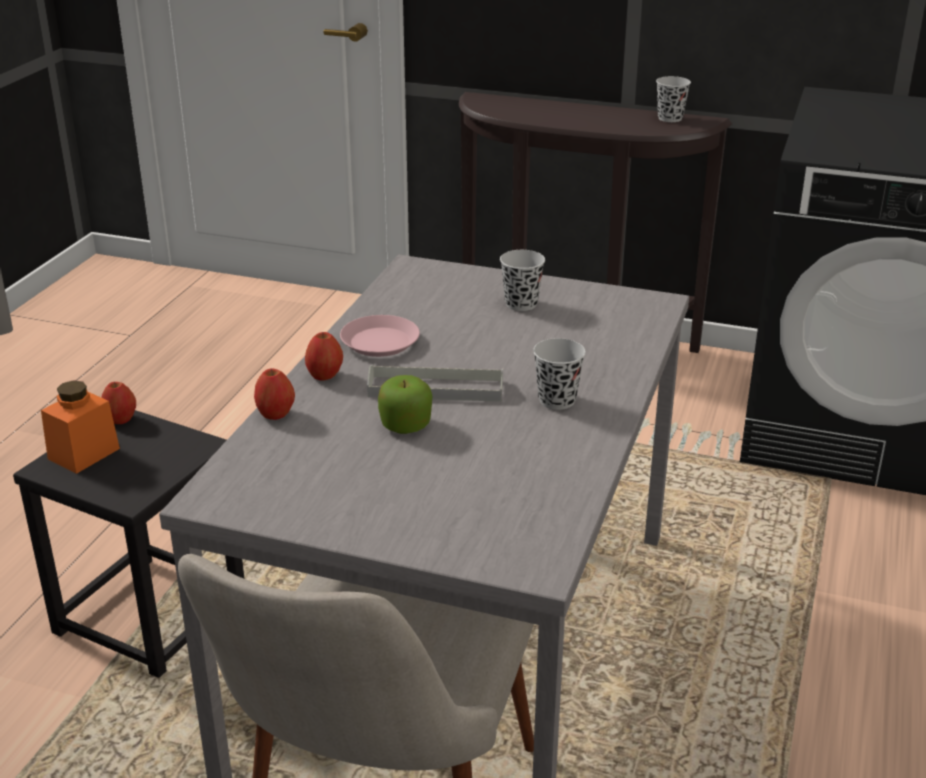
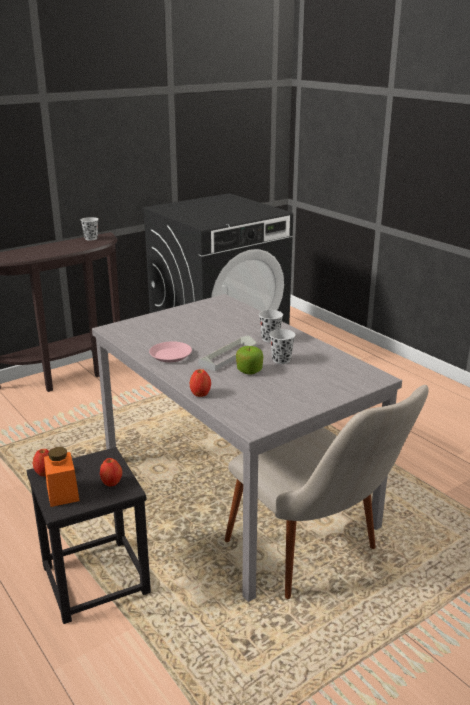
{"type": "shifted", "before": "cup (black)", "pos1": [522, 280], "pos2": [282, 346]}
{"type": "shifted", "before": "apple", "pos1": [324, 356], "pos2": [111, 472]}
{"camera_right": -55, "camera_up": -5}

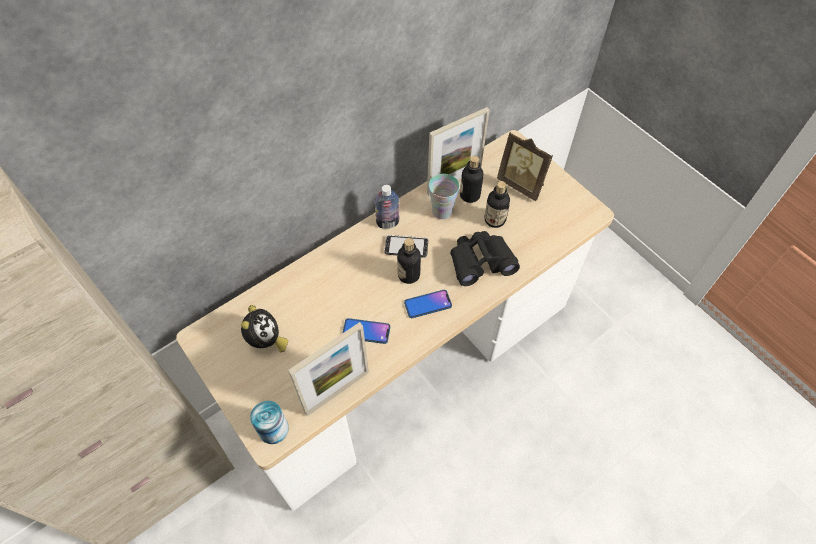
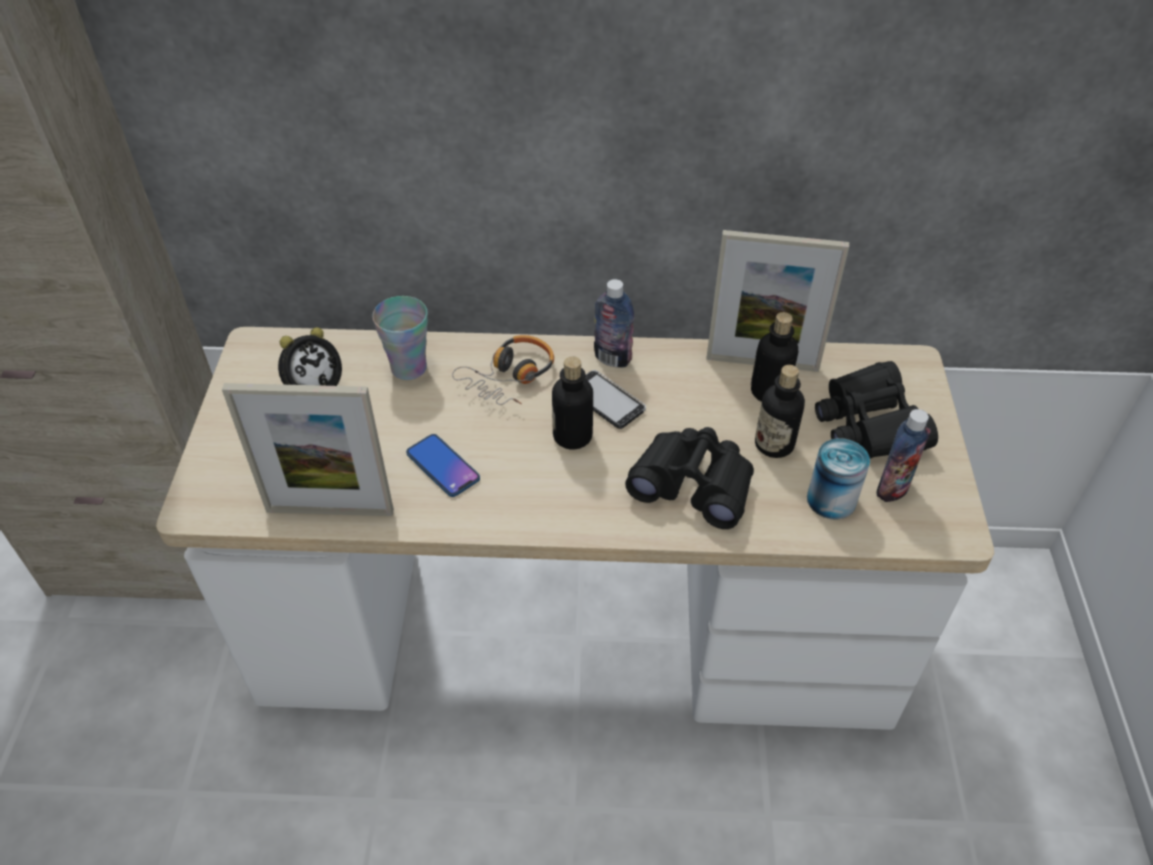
{"type": "swapped", "before": "picture frame", "after": "binoculars (black)", "pos1": [525, 166], "pos2": [876, 410]}
{"type": "shifted", "before": "cup", "pos1": [444, 196], "pos2": [400, 338]}
{"type": "gone", "before": "phone", "pos1": [428, 304]}
{"type": "shifted", "before": "can", "pos1": [269, 422], "pos2": [838, 479]}
{"type": "new", "after": "headphones", "pos2": [503, 370]}
{"type": "new", "after": "bottle", "pos2": [903, 455]}
{"camera_right": 40, "camera_up": -10}

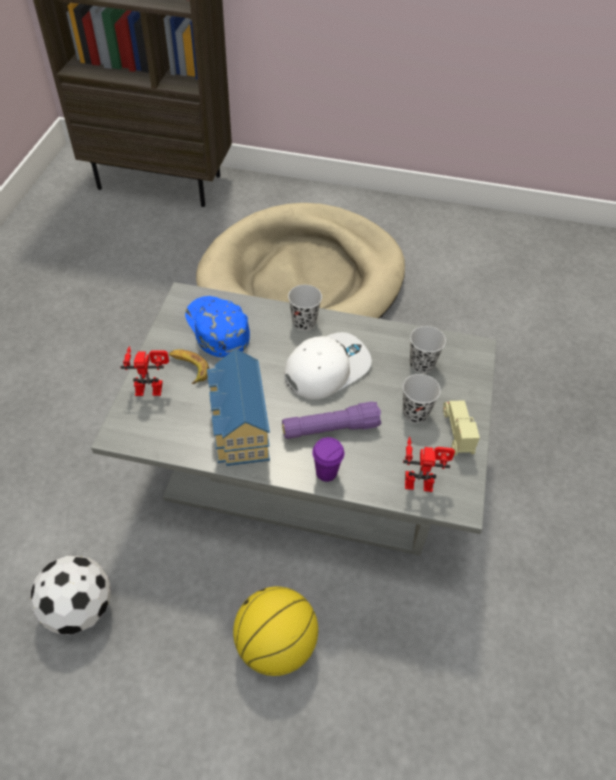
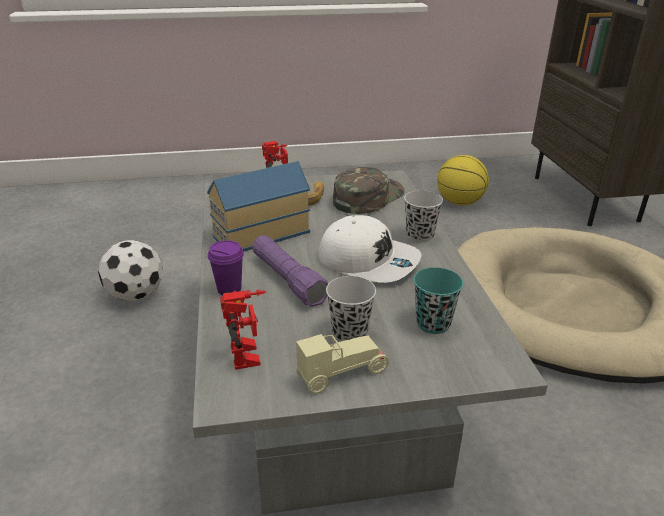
{"type": "repainted", "before": "cap (blue)", "after": "cap (green)", "pos1": [217, 327], "pos2": [369, 190]}
{"type": "repainted", "before": "cup (black)", "after": "cup (turquoise)", "pos1": [428, 349], "pos2": [438, 300]}
{"type": "shifted", "before": "basketball", "pos1": [275, 631], "pos2": [463, 180]}
{"camera_right": 70, "camera_up": -20}

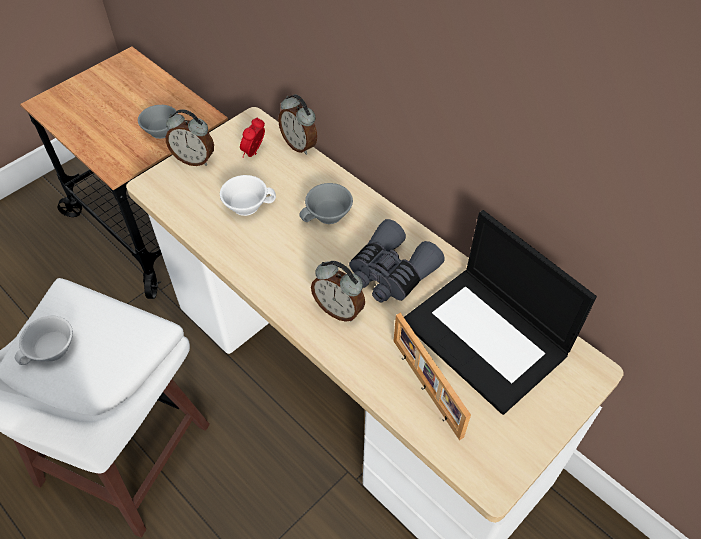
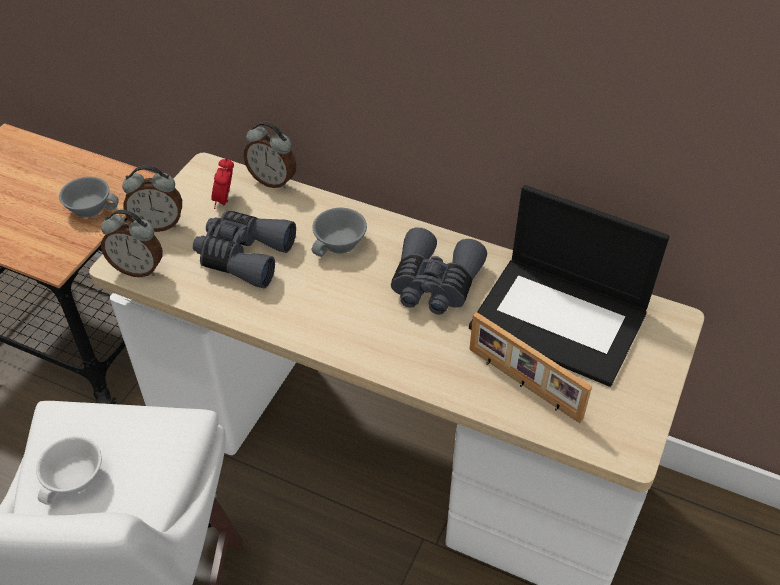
{"type": "swapped", "before": "cup (white)", "after": "binoculars (grey)", "pos1": [248, 195], "pos2": [244, 250]}
{"type": "shifted", "before": "alarm clock", "pos1": [338, 291], "pos2": [132, 243]}
{"camera_right": -20, "camera_up": -5}

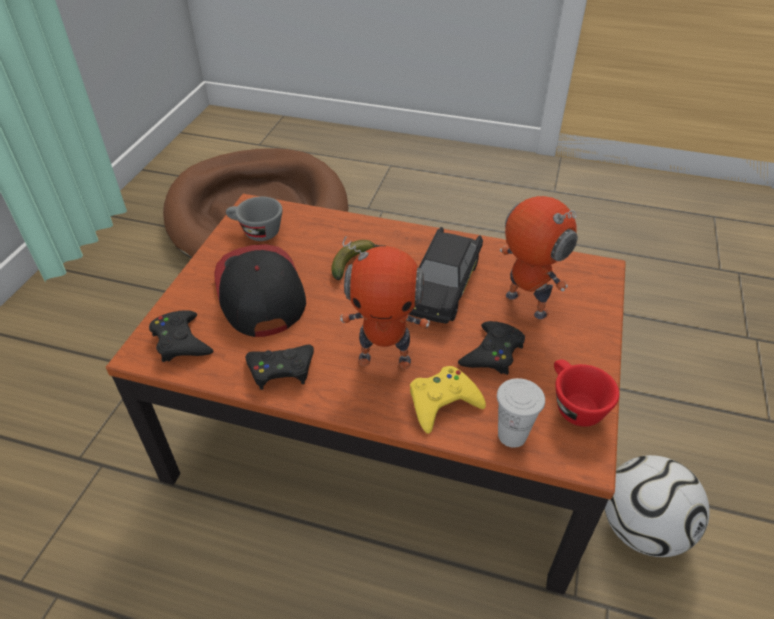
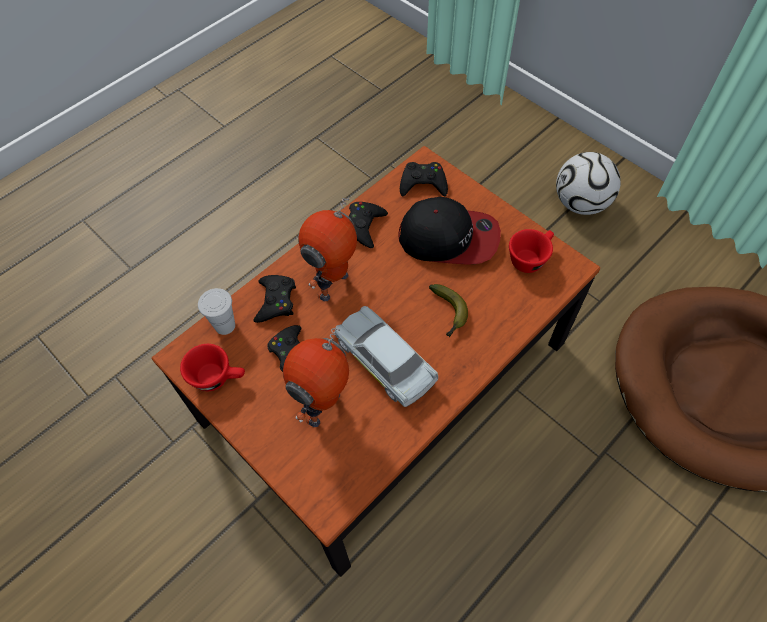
{"type": "rotated", "before": "toy robot", "pos1": [539, 257], "pos2": [316, 377], "turn": 135}
{"type": "repainted", "before": "cup (grey)", "after": "cup (red)", "pos1": [254, 219], "pos2": [531, 251]}
{"type": "repainted", "before": "toy car (black)", "after": "toy car (white)", "pos1": [446, 275], "pos2": [386, 356]}
{"type": "repainted", "before": "game controller (yellow)", "after": "game controller (black)", "pos1": [448, 400], "pos2": [275, 299]}
{"type": "shifted", "before": "football", "pos1": [656, 506], "pos2": [588, 183]}
{"camera_right": 120, "camera_up": 15}

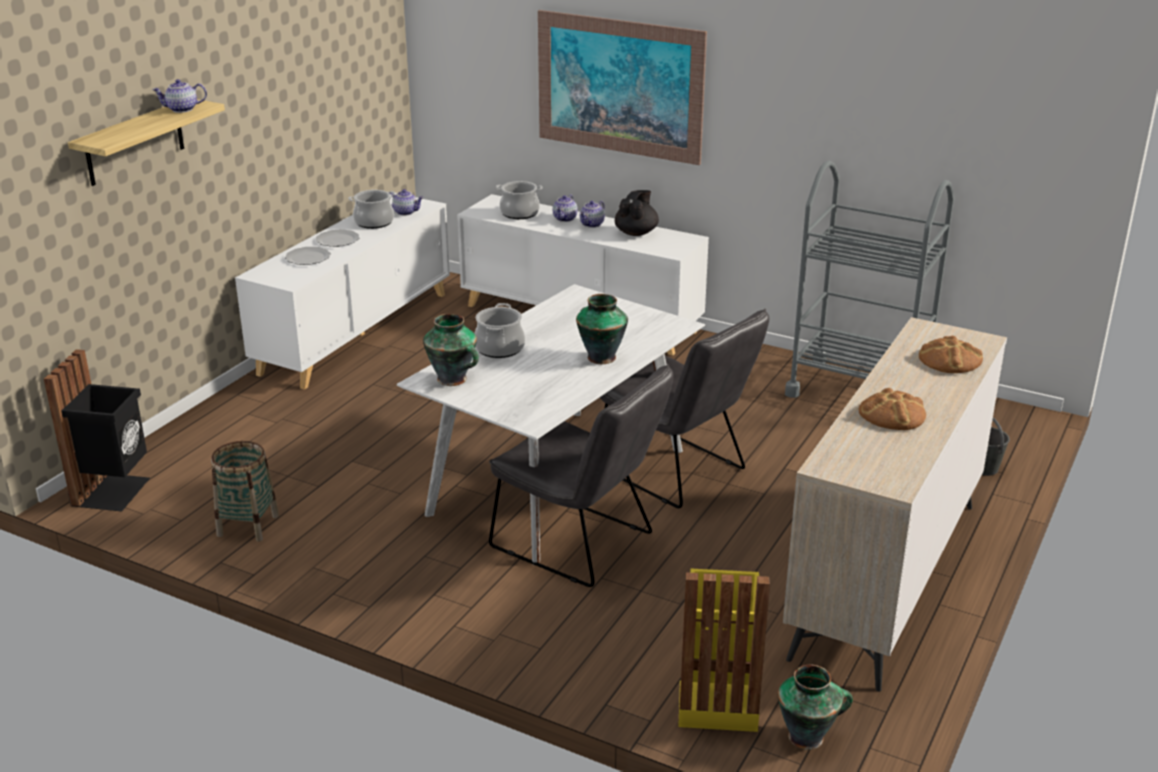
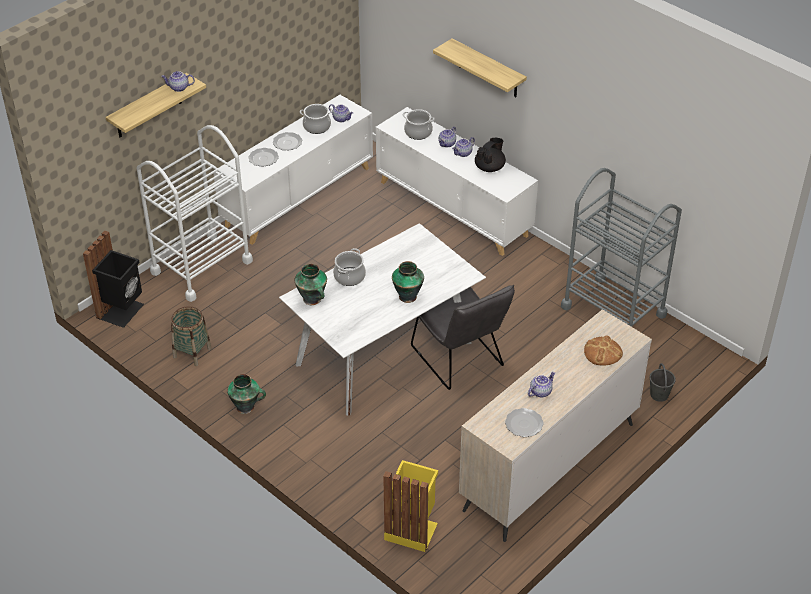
{"type": "swapped", "before": "picture", "after": "shelf", "pos1": [622, 87], "pos2": [480, 67]}
{"type": "gone", "before": "chair (grey)", "pos1": [581, 475]}
{"type": "swapped", "before": "bread", "after": "teapot", "pos1": [892, 409], "pos2": [541, 385]}
{"type": "shifted", "before": "vase", "pos1": [815, 707], "pos2": [246, 394]}
{"type": "new", "after": "cart (white)", "pos2": [194, 213]}
{"type": "new", "after": "plate", "pos2": [524, 422]}
{"camera_right": 15, "camera_up": 15}

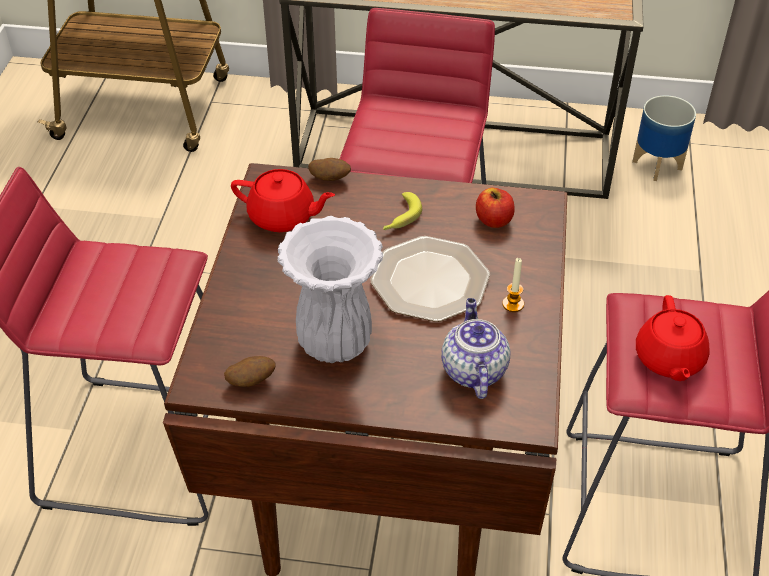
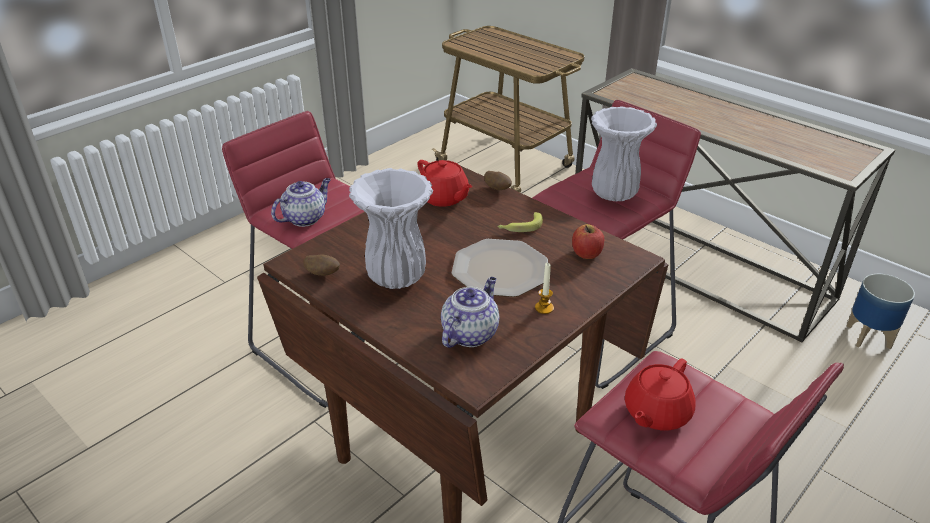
{"type": "new", "after": "vase (white)", "pos2": [624, 153]}
{"type": "new", "after": "teapot", "pos2": [301, 202]}
{"camera_right": 35, "camera_up": -10}

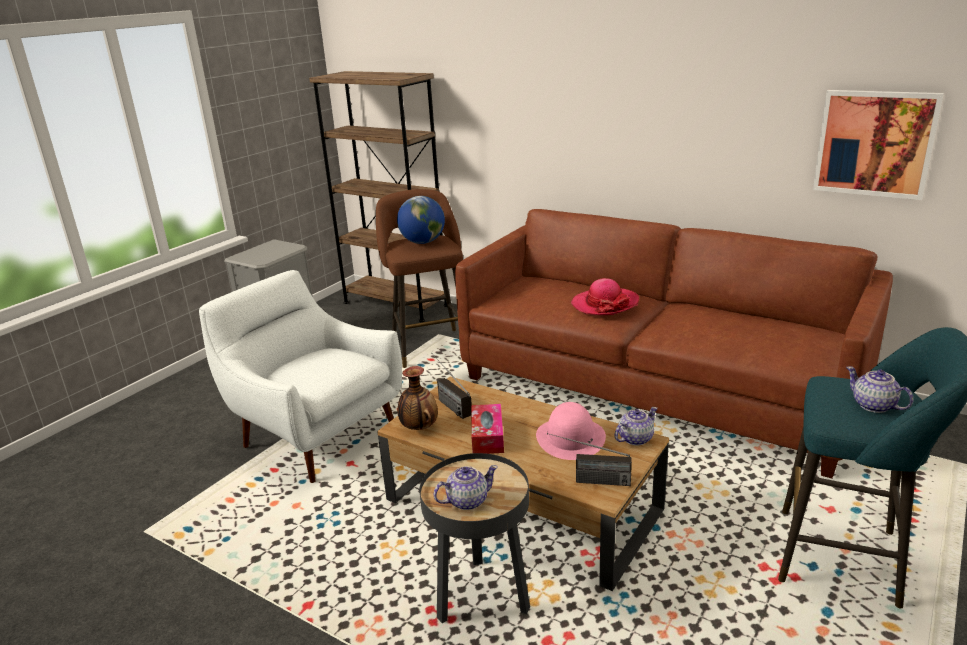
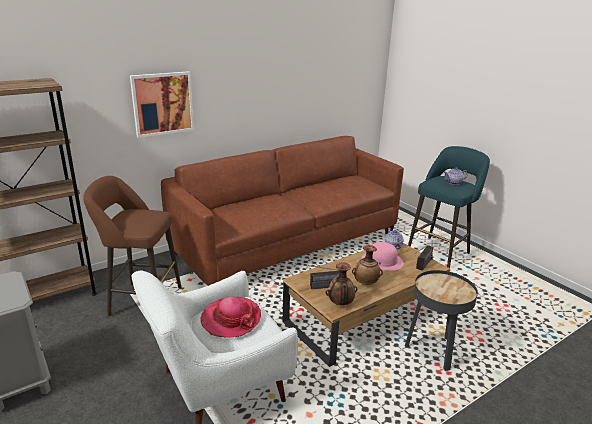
{"type": "shifted", "before": "picture", "pos1": [878, 145], "pos2": [162, 104]}
{"type": "gone", "before": "globe", "pos1": [421, 220]}
{"type": "shifted", "before": "hat", "pos1": [605, 296], "pos2": [230, 317]}
{"type": "swapped", "before": "tissue box", "after": "vase", "pos1": [487, 429], "pos2": [367, 265]}
{"type": "gone", "before": "teapot", "pos1": [466, 487]}
{"camera_right": -70, "camera_up": 0}

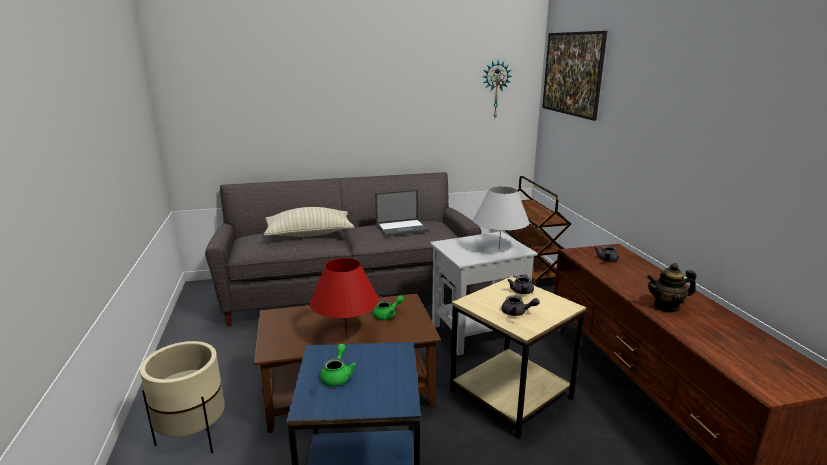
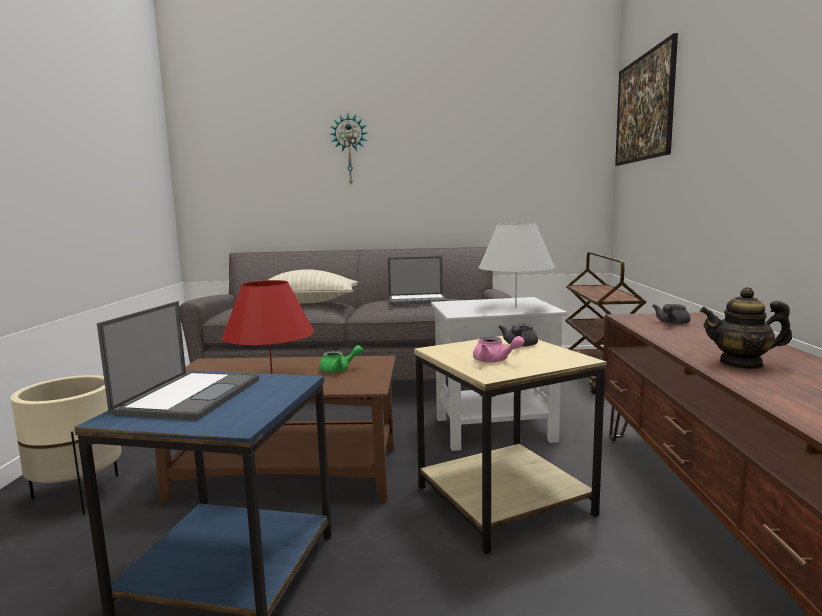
{"type": "shifted", "before": "wall clock", "pos1": [497, 88], "pos2": [348, 149]}
{"type": "repainted", "before": "teapot (grey)", "after": "teapot (pink)", "pos1": [520, 305], "pos2": [498, 349]}
{"type": "swapped", "before": "teapot (green)", "after": "laptop", "pos1": [338, 365], "pos2": [178, 361]}
{"camera_right": 15, "camera_up": -10}

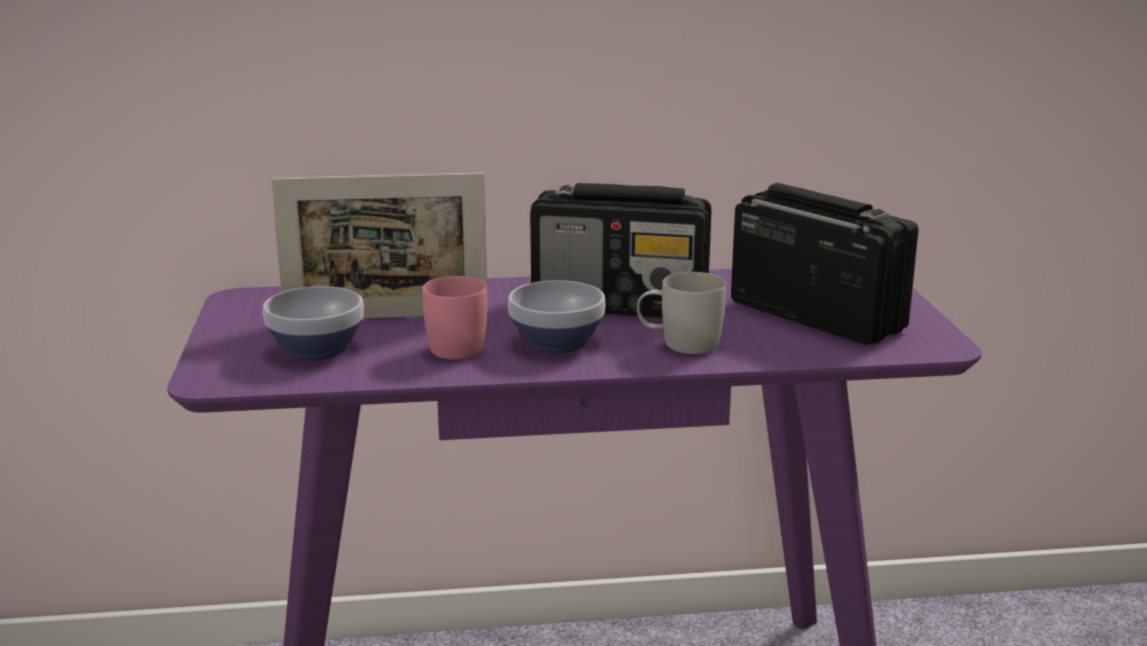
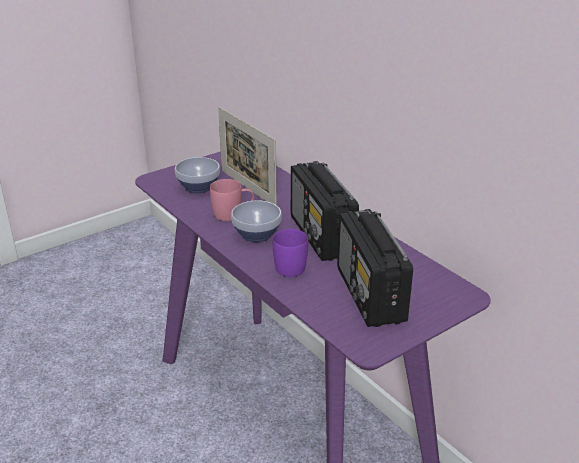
{"type": "rotated", "before": "radio", "pos1": [824, 264], "pos2": [375, 268], "turn": 150}
{"type": "repainted", "before": "mug (white)", "after": "mug (purple)", "pos1": [681, 313], "pos2": [290, 253]}
{"camera_right": 60, "camera_up": 10}

